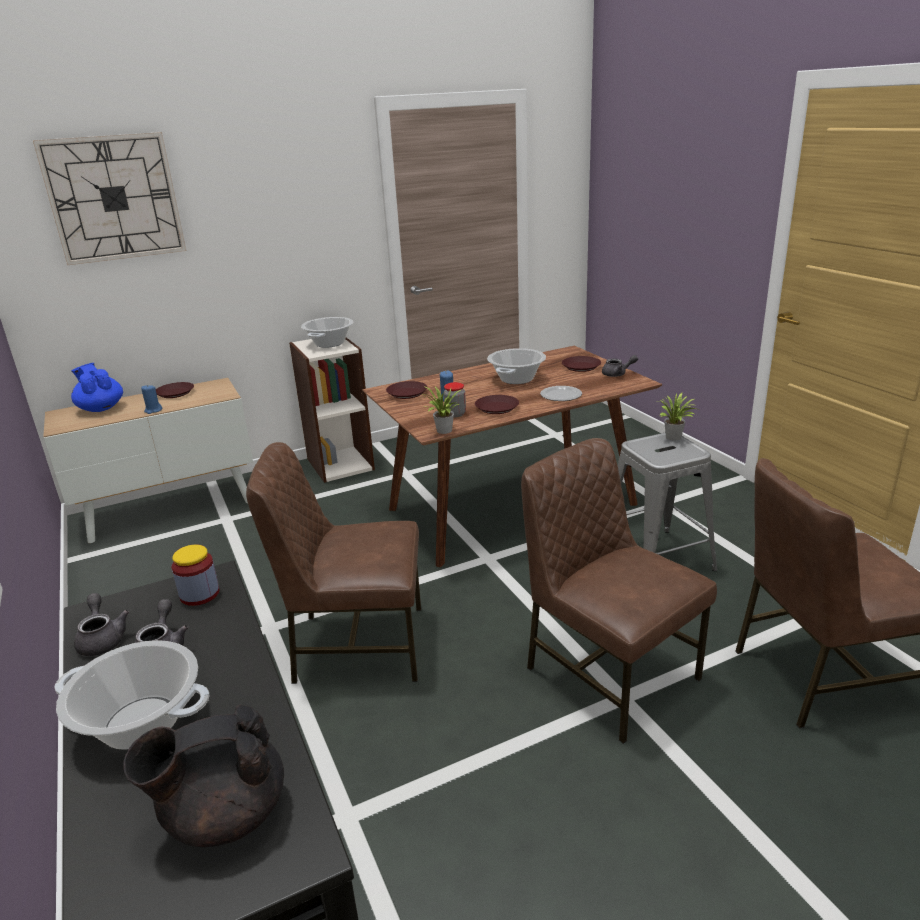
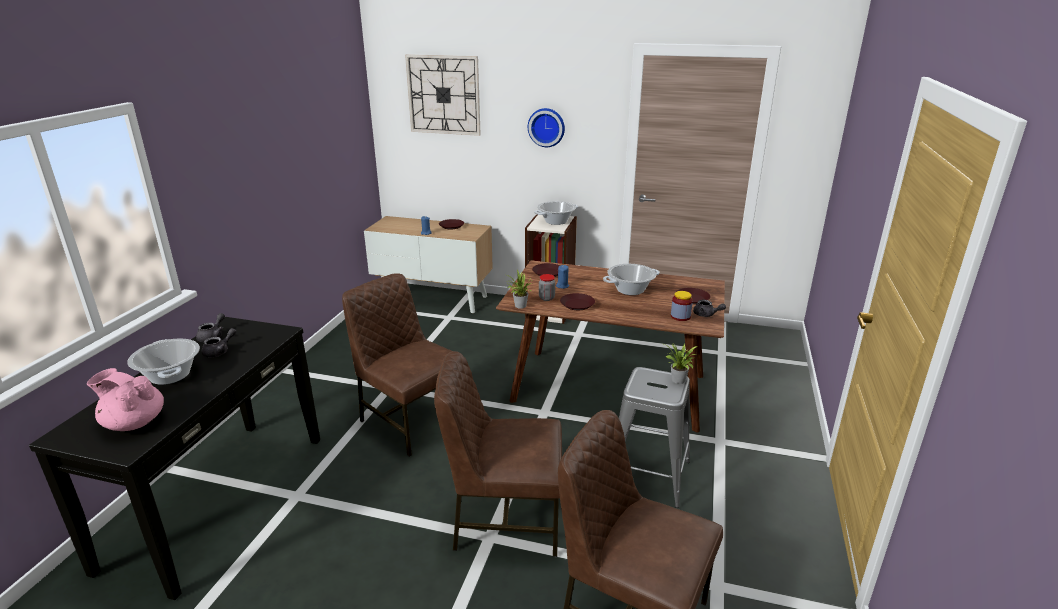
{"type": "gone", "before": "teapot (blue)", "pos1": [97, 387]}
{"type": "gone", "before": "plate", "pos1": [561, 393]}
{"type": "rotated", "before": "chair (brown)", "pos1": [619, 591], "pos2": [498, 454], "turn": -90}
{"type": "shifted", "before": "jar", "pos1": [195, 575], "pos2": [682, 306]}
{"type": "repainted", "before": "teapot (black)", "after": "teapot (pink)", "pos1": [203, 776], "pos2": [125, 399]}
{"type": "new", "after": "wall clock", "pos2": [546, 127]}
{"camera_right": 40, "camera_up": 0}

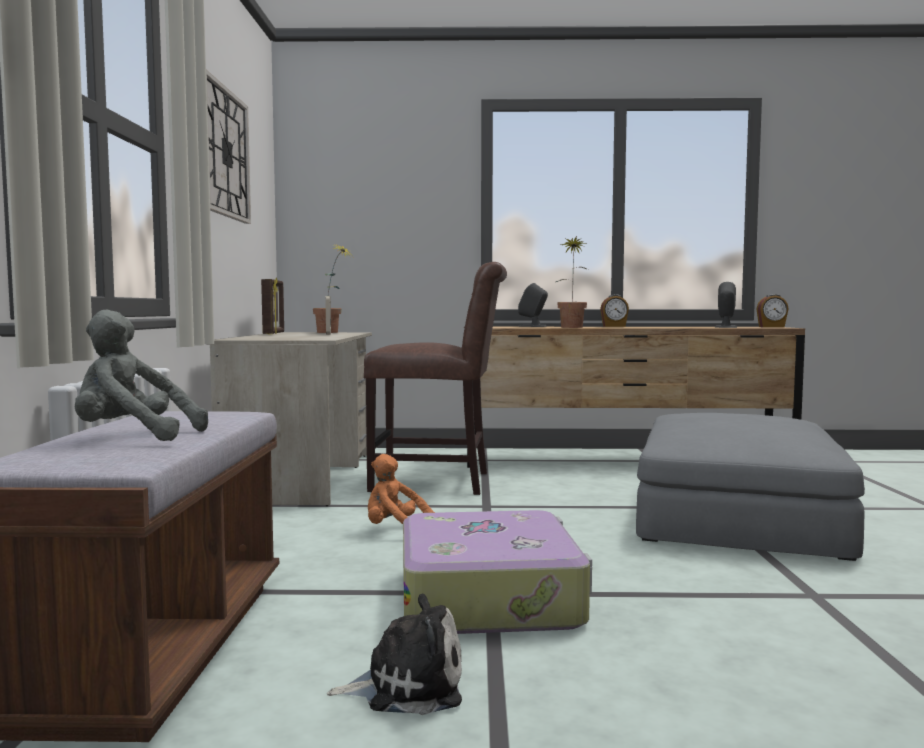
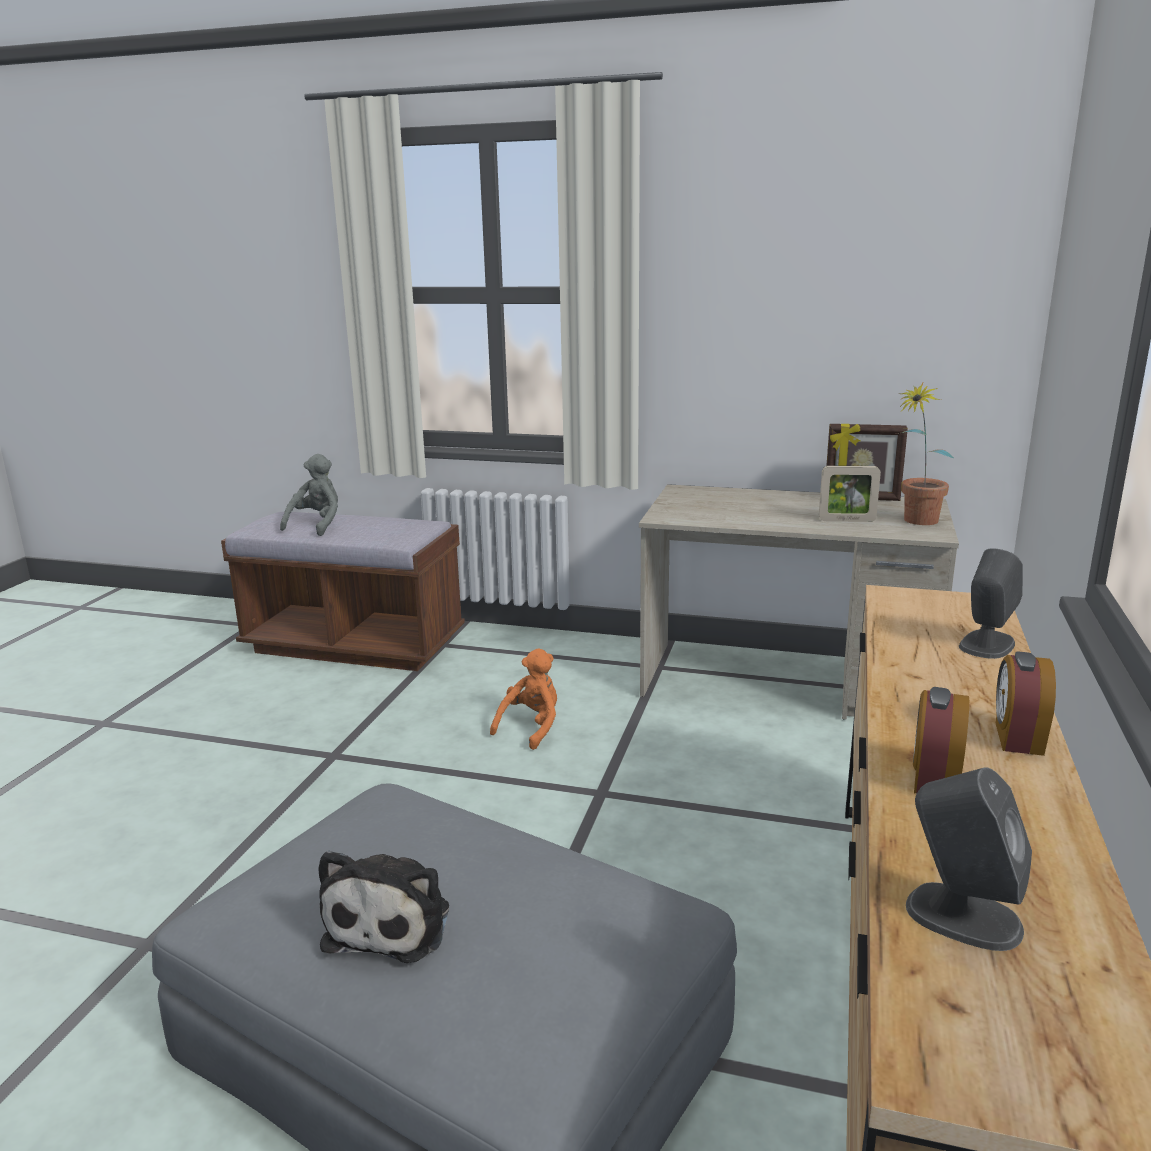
{"type": "gone", "before": "wall clock", "pos1": [228, 147]}
{"type": "gone", "before": "potted plant", "pos1": [572, 282]}
{"type": "gone", "before": "chair (brown)", "pos1": [435, 378]}
{"type": "shifted", "before": "alarm clock", "pos1": [772, 310], "pos2": [941, 740]}
{"type": "gone", "before": "suitcase", "pos1": [497, 572]}
{"type": "shifted", "before": "plush toy", "pos1": [394, 654], "pos2": [383, 906]}
{"camera_right": 105, "camera_up": 15}

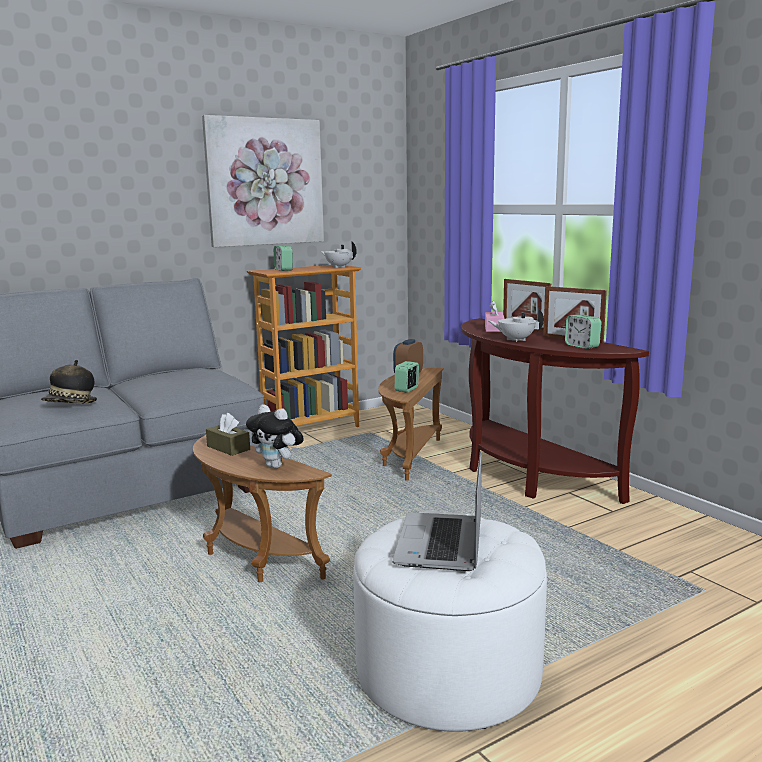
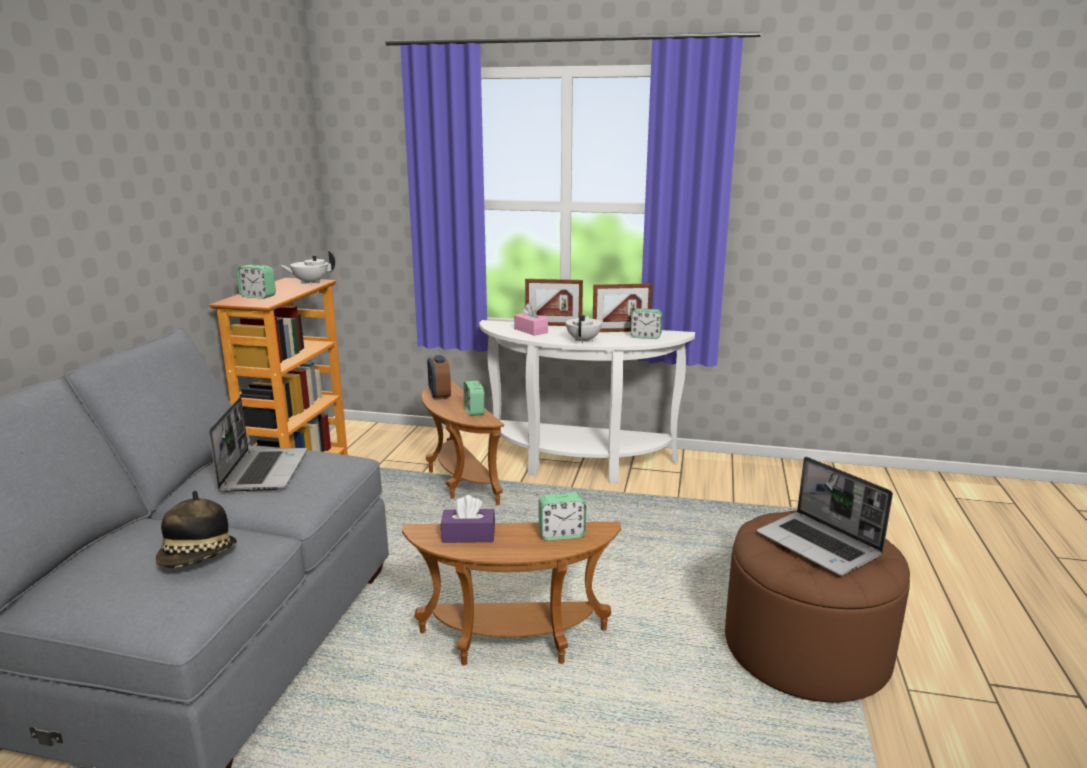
{"type": "gone", "before": "picture", "pos1": [263, 181]}
{"type": "rotated", "before": "teapot (white)", "pos1": [516, 325], "pos2": [584, 328], "turn": 135}
{"type": "repainted", "before": "console table (brown)", "after": "console table (white)", "pos1": [555, 411], "pos2": [587, 401]}
{"type": "swapped", "before": "plush toy", "after": "alarm clock", "pos1": [275, 436], "pos2": [562, 516]}
{"type": "repainted", "before": "tissue box (brown)", "after": "tissue box (purple)", "pos1": [228, 434], "pos2": [468, 519]}
{"type": "repainted", "before": "ottoman (white)", "after": "ottoman (brown)", "pos1": [450, 621], "pos2": [817, 606]}
{"type": "new", "after": "laptop", "pos2": [258, 444]}
{"camera_right": -45, "camera_up": 5}

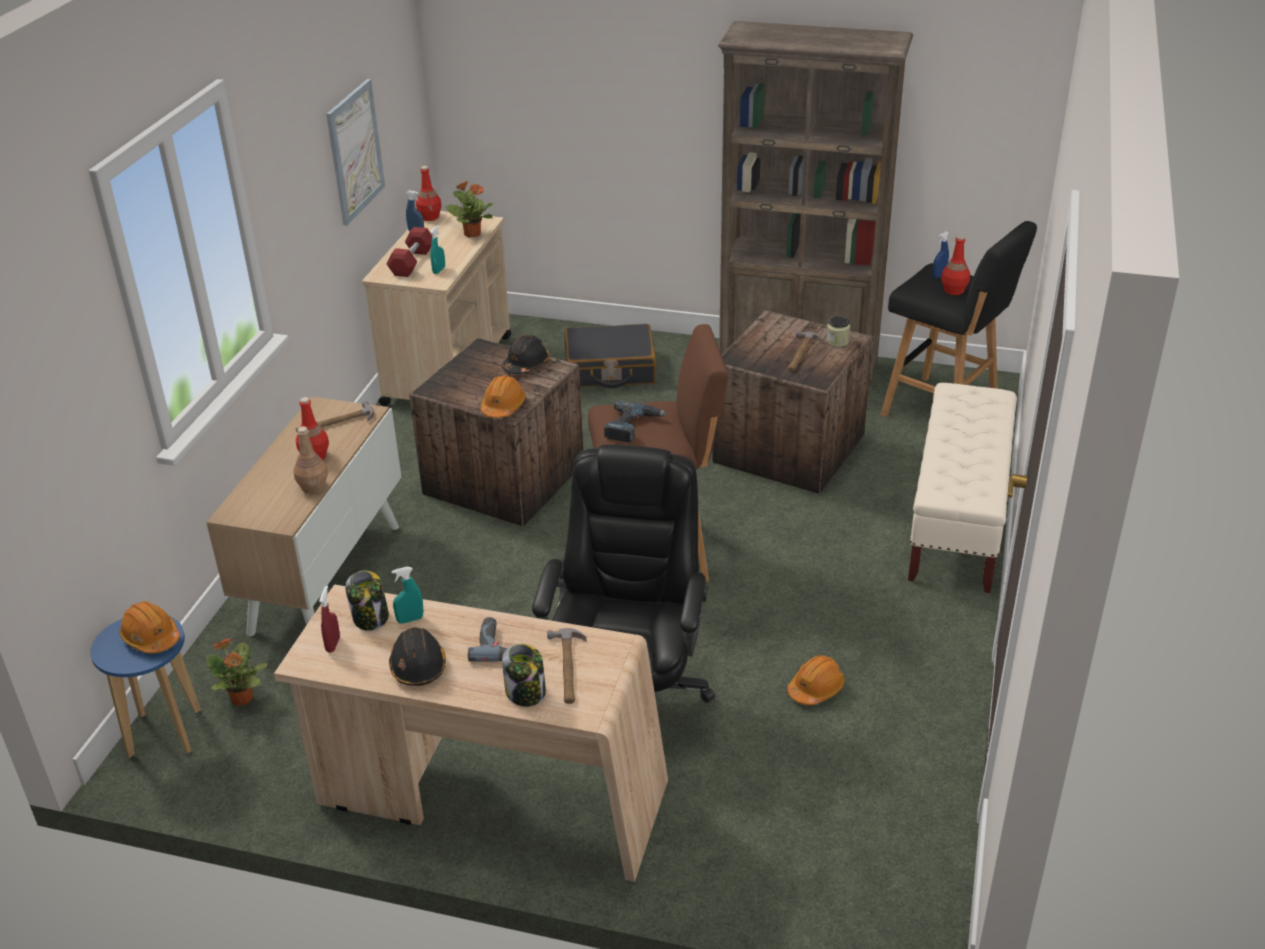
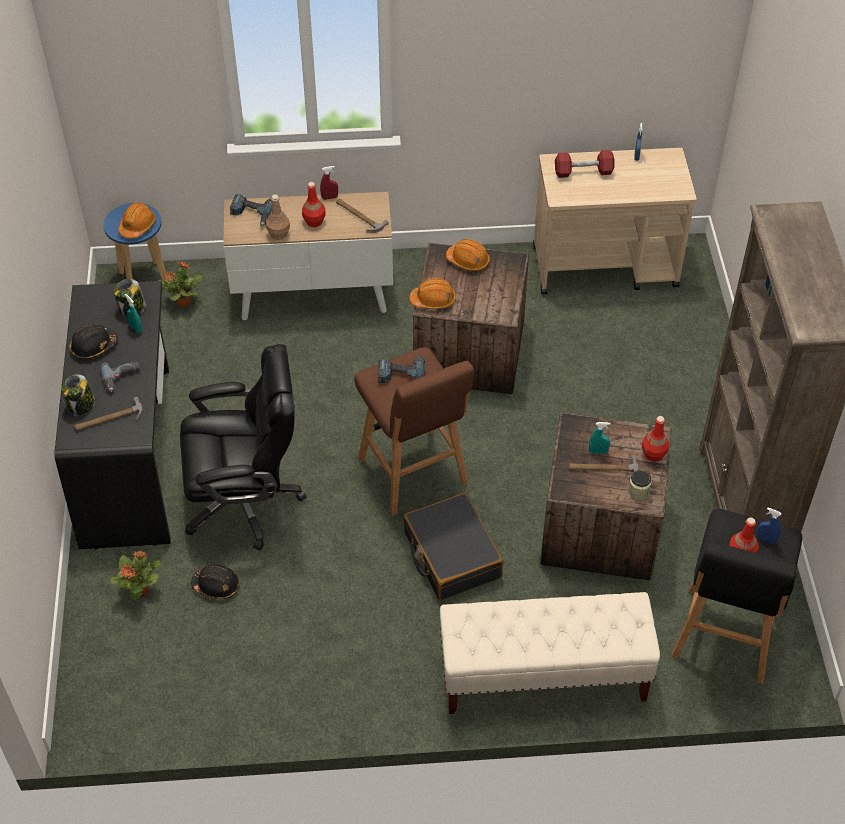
{"type": "gone", "before": "picture", "pos1": [356, 152]}
{"type": "shifted", "before": "bottle (red)", "pos1": [429, 193], "pos2": [655, 439]}
{"type": "shifted", "before": "potted plant", "pos1": [469, 209], "pos2": [135, 575]}
{"type": "shifted", "before": "spray bottle (turquoise)", "pos1": [437, 249], "pos2": [599, 438]}
{"type": "shifted", "before": "suitcase (black)", "pos1": [610, 356], "pos2": [453, 546]}
{"type": "shifted", "before": "hard hat (black)", "pos1": [525, 354], "pos2": [215, 582]}
{"type": "repainted", "before": "desk (beige)", "after": "desk (black)", "pos1": [471, 733], "pos2": [112, 415]}
{"type": "shifted", "before": "spray bottle (red)", "pos1": [329, 619], "pos2": [329, 183]}
{"type": "shifted", "before": "hard hat (orange)", "pos1": [816, 680], "pos2": [468, 255]}
{"type": "new", "after": "power drill", "pos2": [251, 210]}
{"camera_right": 70, "camera_up": 15}

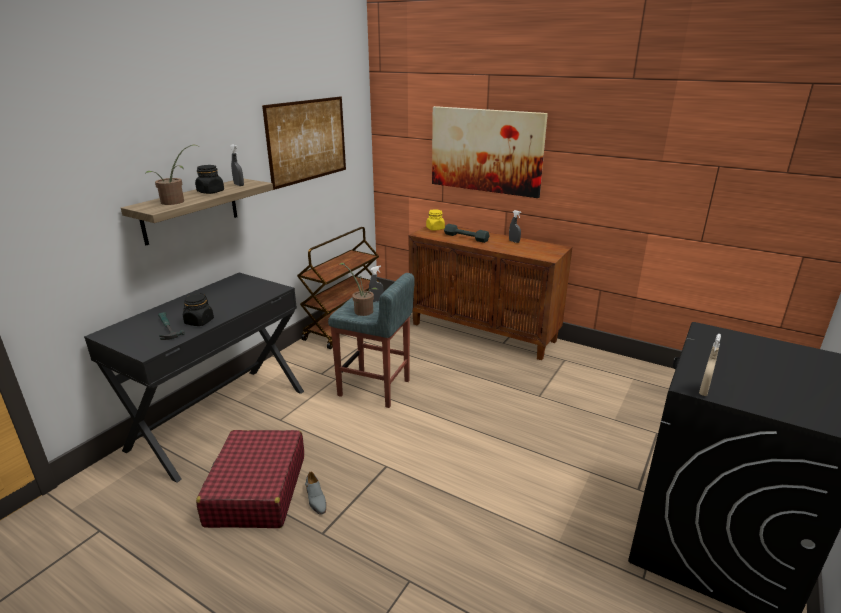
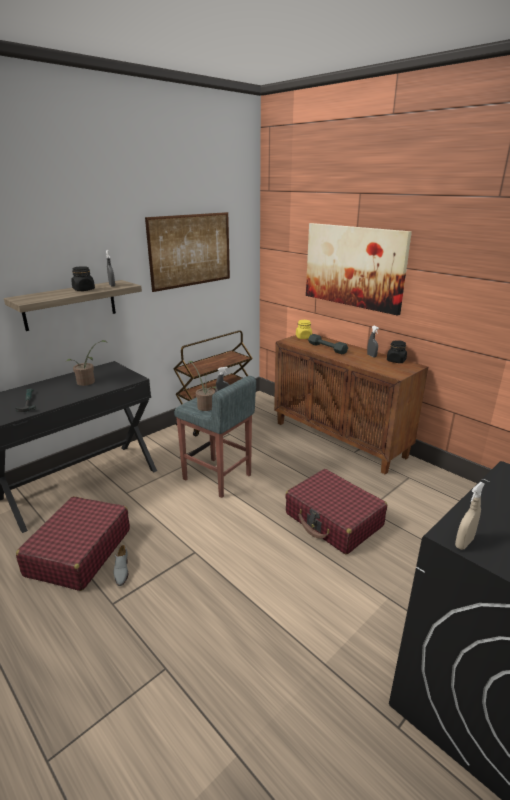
{"type": "shifted", "before": "potted plant", "pos1": [171, 175], "pos2": [87, 363]}
{"type": "shifted", "before": "jar (black)", "pos1": [198, 309], "pos2": [397, 351]}
{"type": "new", "after": "suitcase (red)", "pos2": [336, 512]}
{"camera_right": 15, "camera_up": 0}

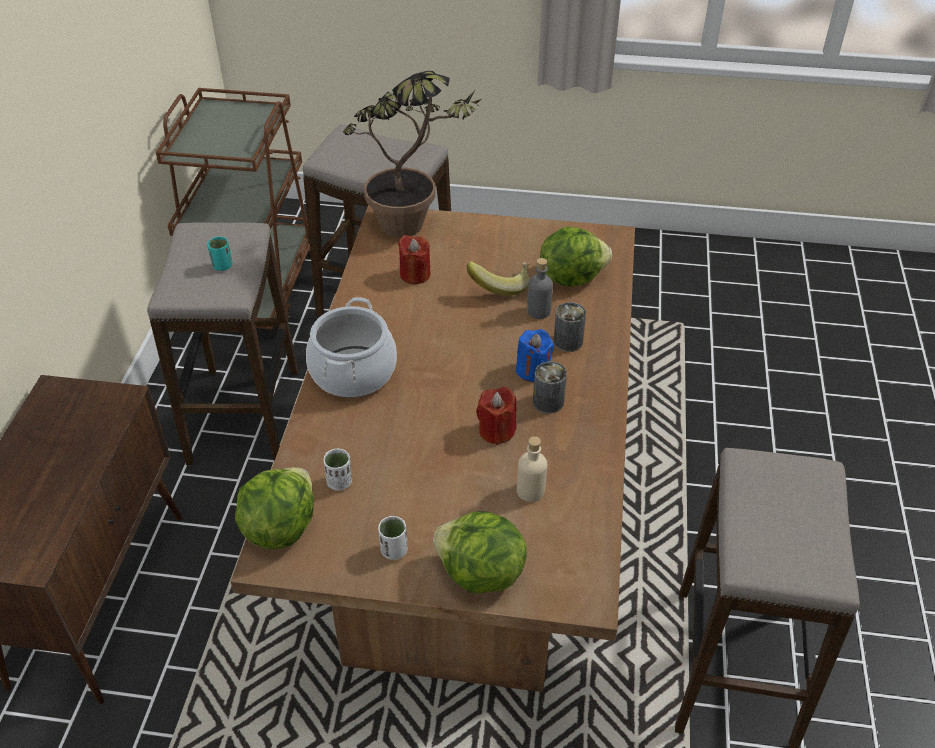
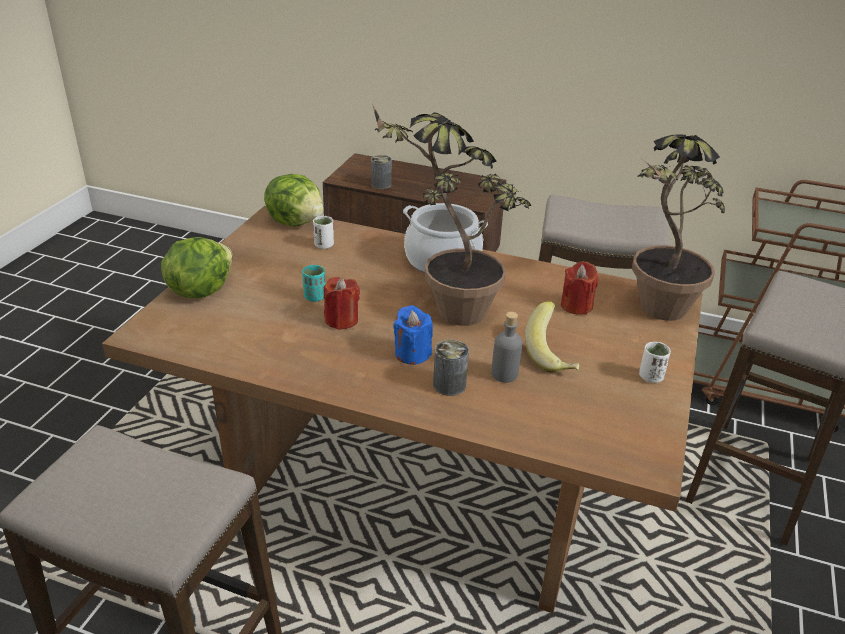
{"type": "gone", "before": "lettuce", "pos1": [576, 257]}
{"type": "shifted", "before": "cup (turquoise)", "pos1": [220, 254], "pos2": [314, 283]}
{"type": "shifted", "before": "can", "pos1": [550, 387], "pos2": [381, 172]}
{"type": "gone", "before": "bottle (beige)", "pos1": [532, 469]}
{"type": "shifted", "before": "cup (white)", "pos1": [393, 538], "pos2": [655, 362]}
{"type": "new", "after": "potted plant", "pos2": [451, 215]}
{"camera_right": 100, "camera_up": -10}

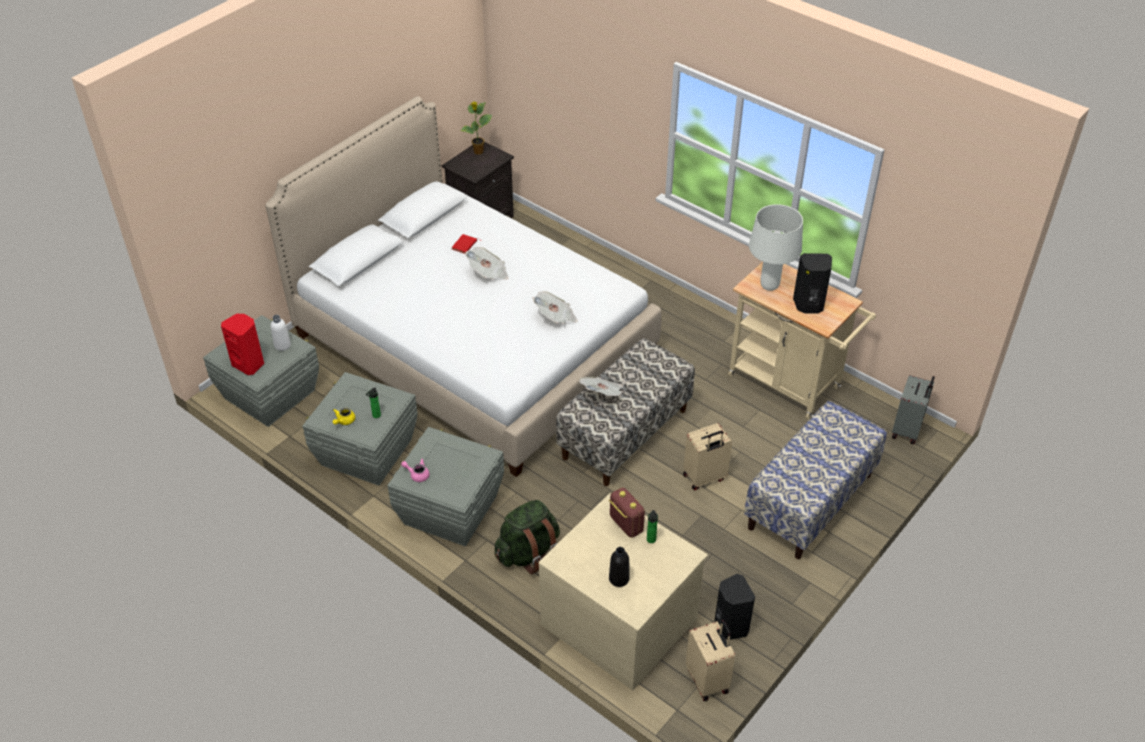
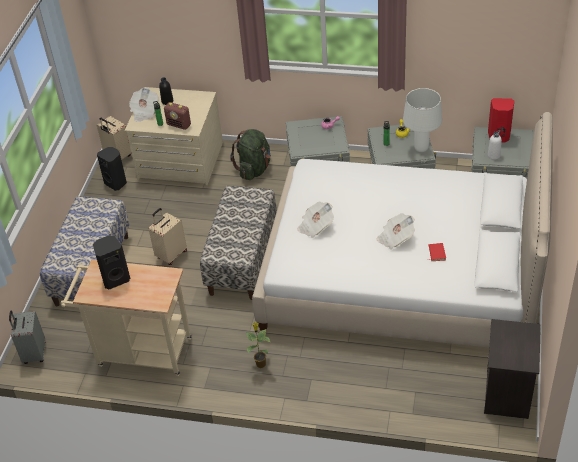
{"type": "shifted", "before": "potted plant", "pos1": [476, 128], "pos2": [258, 345]}
{"type": "shifted", "before": "table lamp (white)", "pos1": [776, 247], "pos2": [422, 120]}
{"type": "shifted", "before": "newspaper", "pos1": [601, 386], "pos2": [144, 105]}
{"camera_right": 155, "camera_up": 0}

